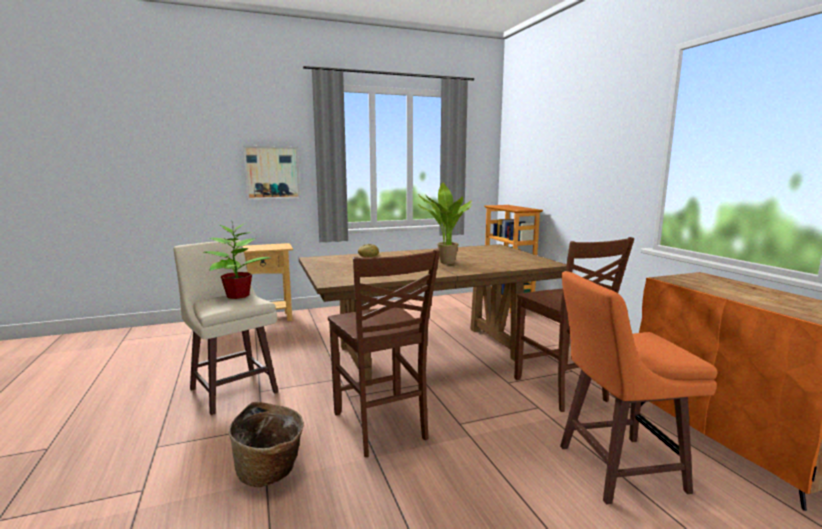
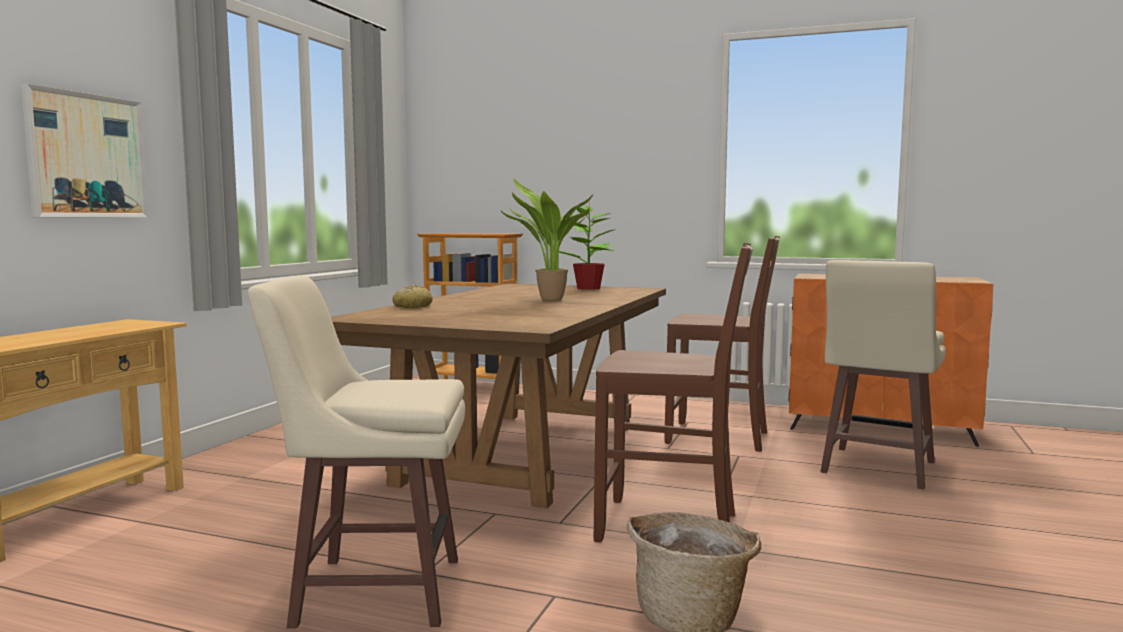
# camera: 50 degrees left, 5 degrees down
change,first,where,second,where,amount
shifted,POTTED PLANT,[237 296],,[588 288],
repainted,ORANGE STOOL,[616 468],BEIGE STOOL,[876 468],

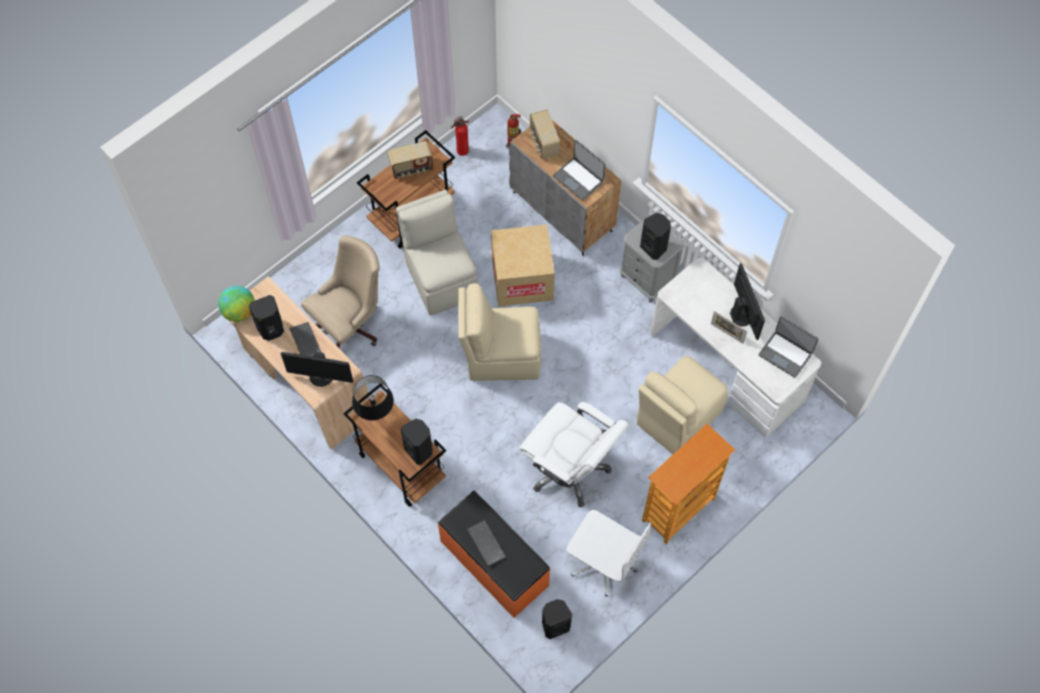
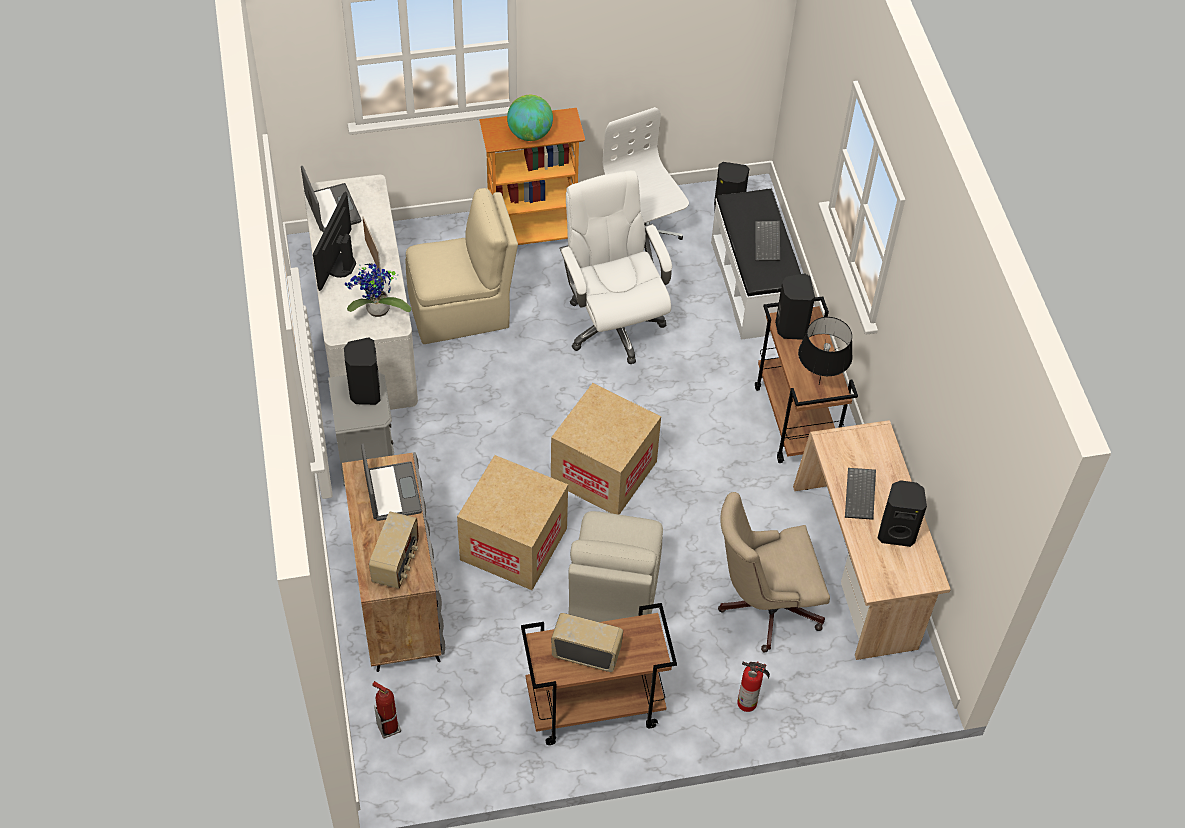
# camera: 150 degrees left, 10 degrees down
change,first,where,second,where,amount
new,,,POTTED PLANT,[376 312],
shifted,GLOBE,[239 312],,[530 134],
swapped,BEIGE CHAIR,[501 356],CARDBOARD BOX,[604 472],
repainted,ORANGE BENCH,[493 564],WHITE BENCH,[754 286],
shifted,FIRE EXTINGUISHER,[461 150],,[748 703],
gone,MONITOR,[321 376],,,

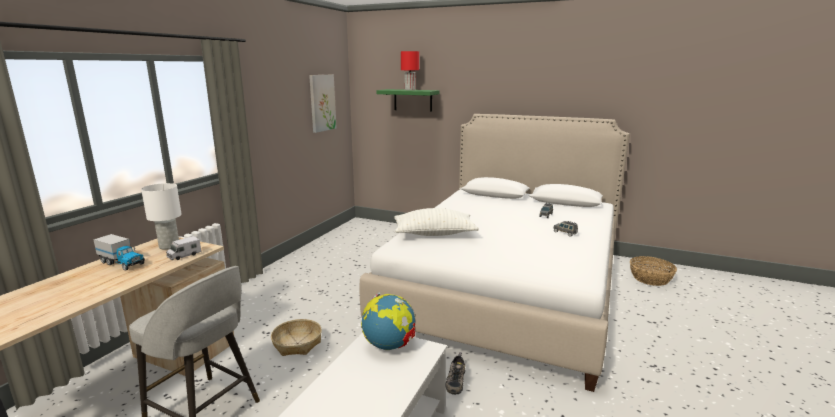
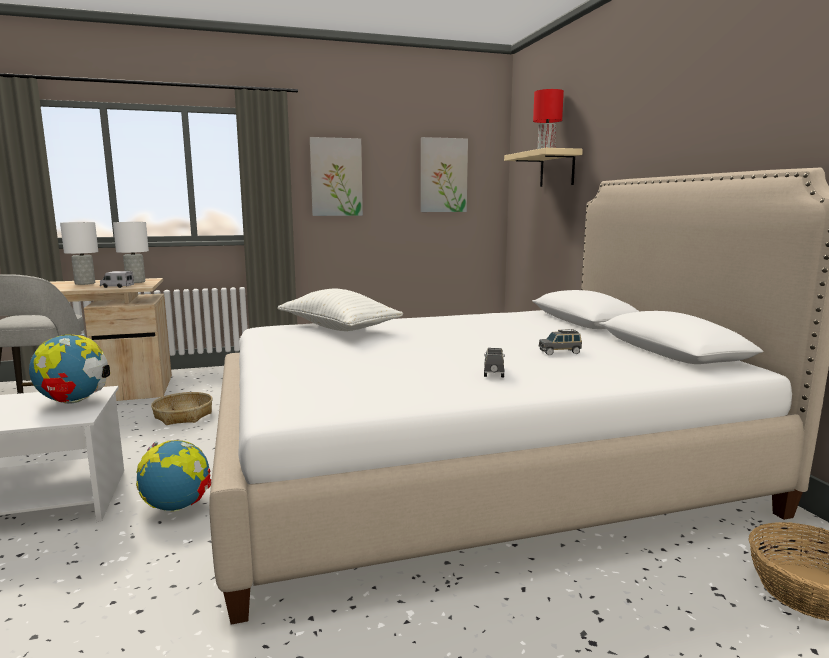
# camera: 50 degrees right, 5 degrees down
change,first,where,second,where,amount
swapped,TOY TRUCK,[122 263],WHITE TABLE LAMP,[85 283],
swapped,SHOE,[455 380],GLOBE,[177 507],
new,,,PICTURE,[336 177],
repainted,GREEN SHELF,[413 100],BEIGE SHELF,[557 169],

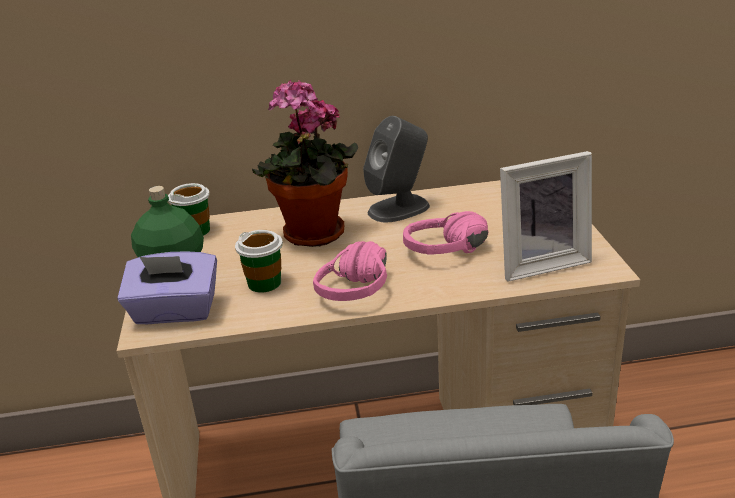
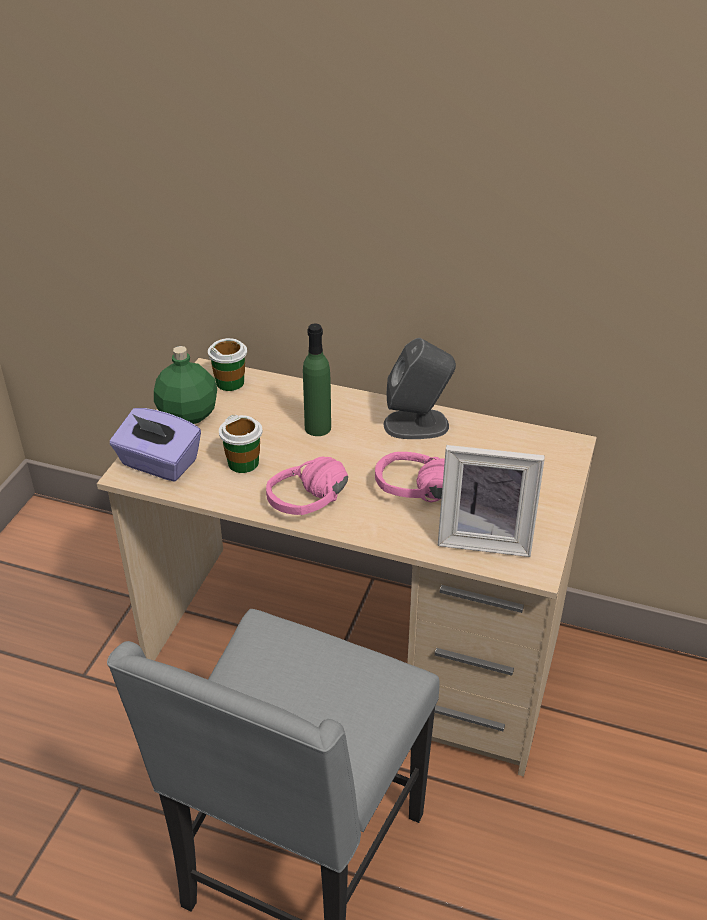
# camera: 25 degrees right, 10 degrees up
change,first,where,second,where,amount
swapped,POTTED PLANT,[312 237],GREEN BOTTLE,[318 428],

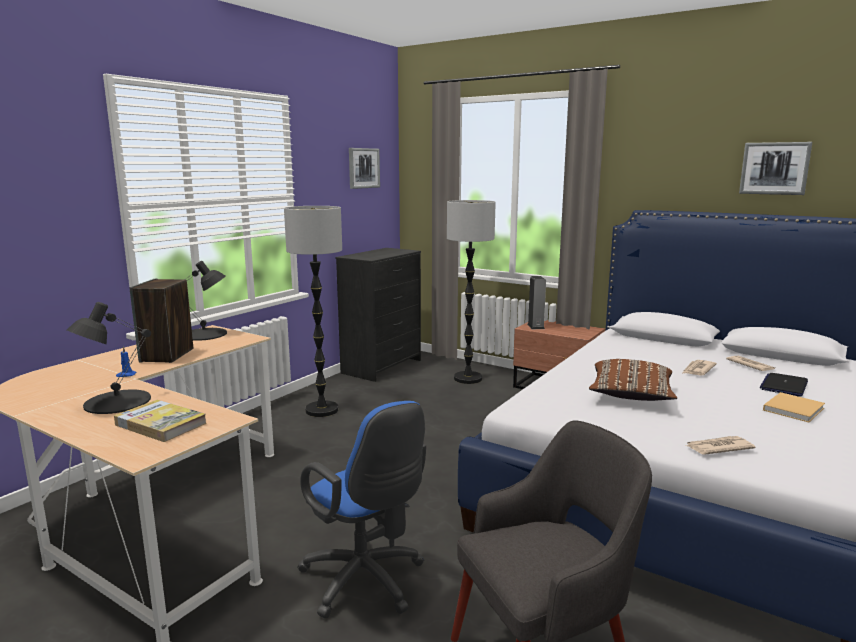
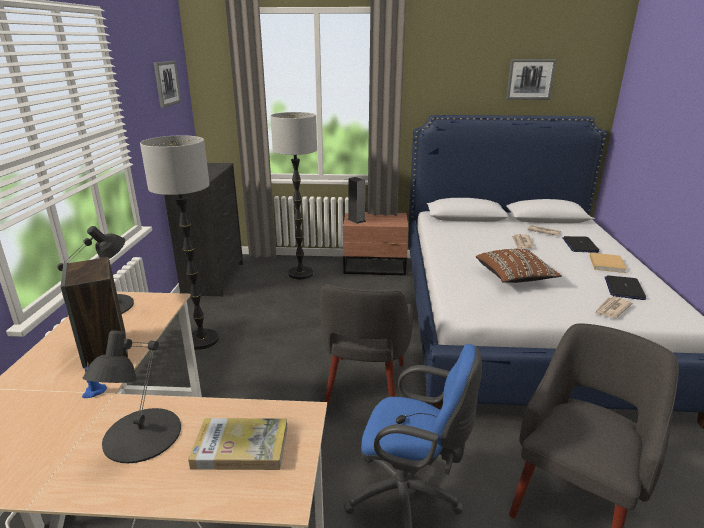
# camera: 30 degrees left, 10 degrees up
change,first,where,second,where,amount
new,,,GREY ARMCHAIR,[365 385],
new,,,LAPTOP,[624 288],

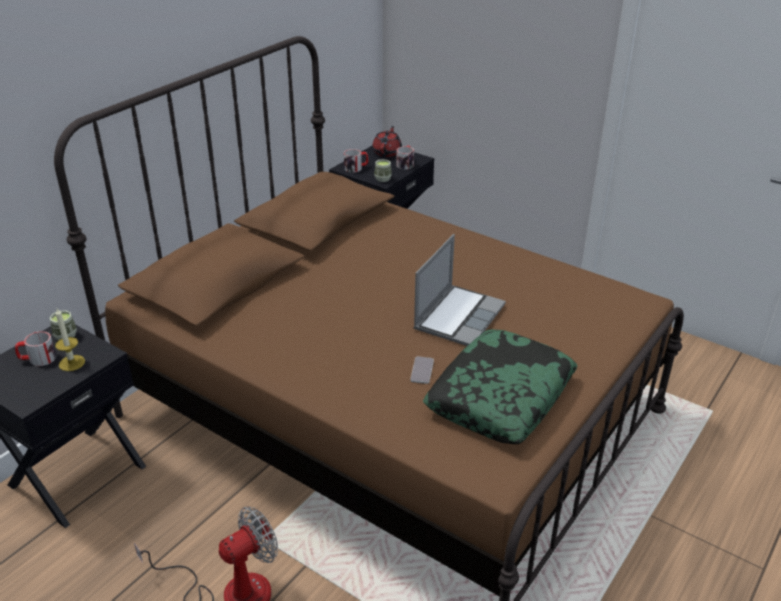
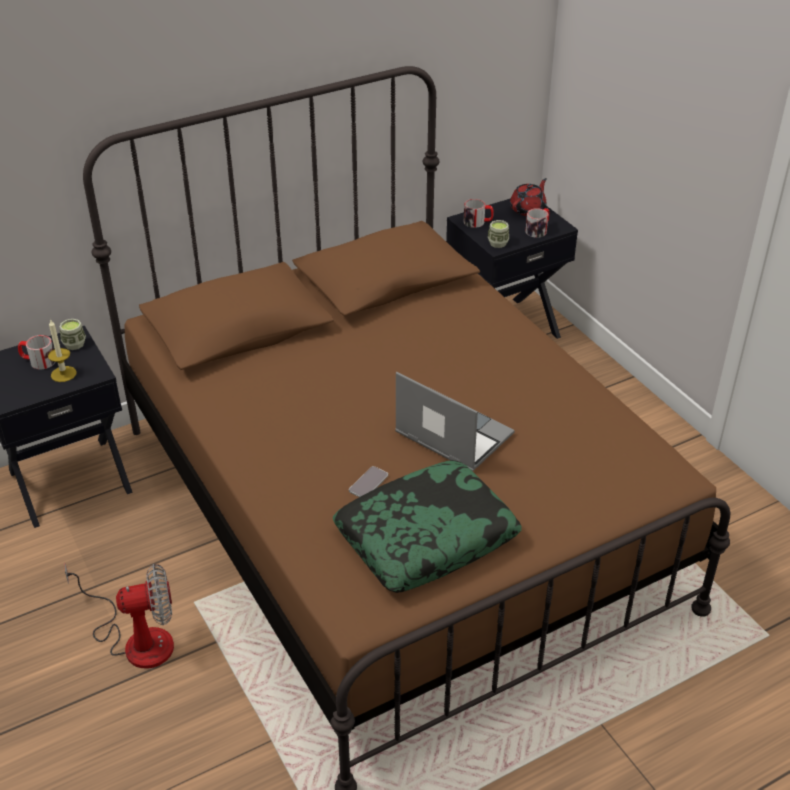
# camera: 25 degrees right, 5 degrees up
change,first,where,second,where,amount
rotated,LAPTOP,[459 316],,[451 434],105 degrees counterclockwise

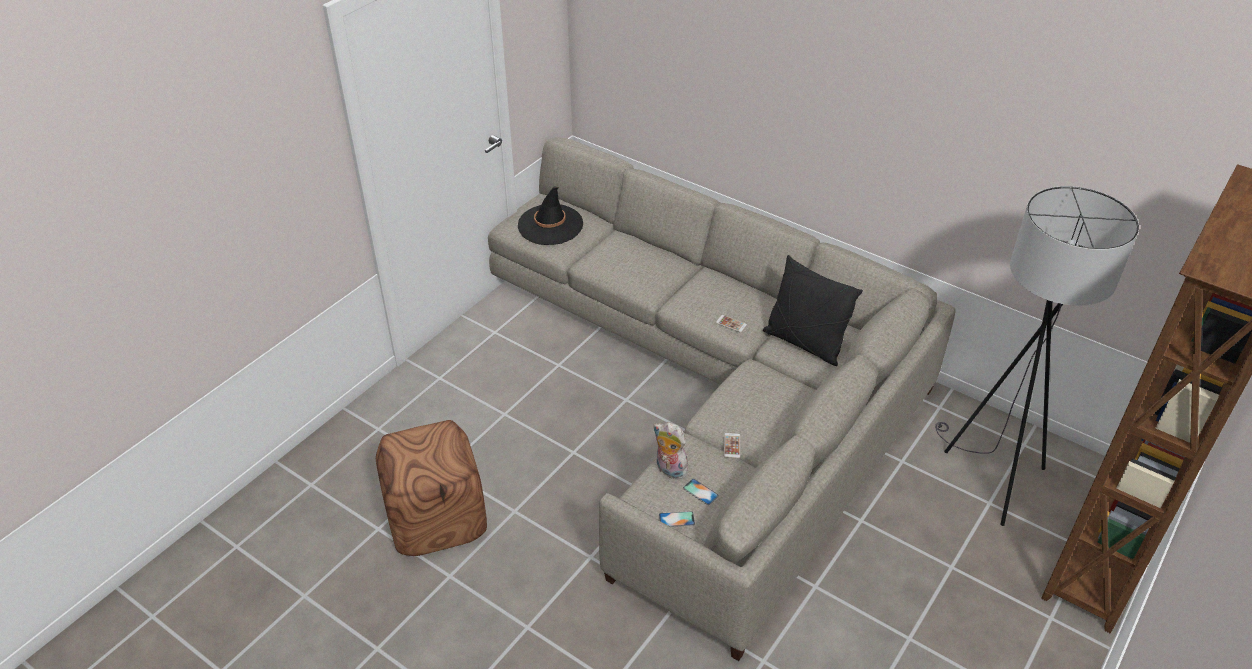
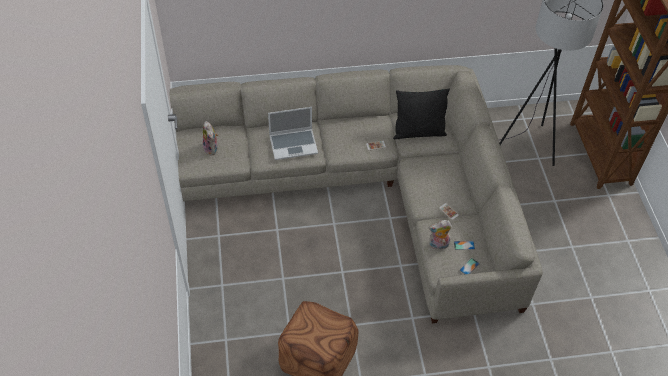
# camera: 45 degrees left, 10 degrees up
change,first,where,second,where,amount
swapped,BLACK HAT,[550 225],PLUSH TOY,[212 149],
new,,,LAPTOP,[294 144],

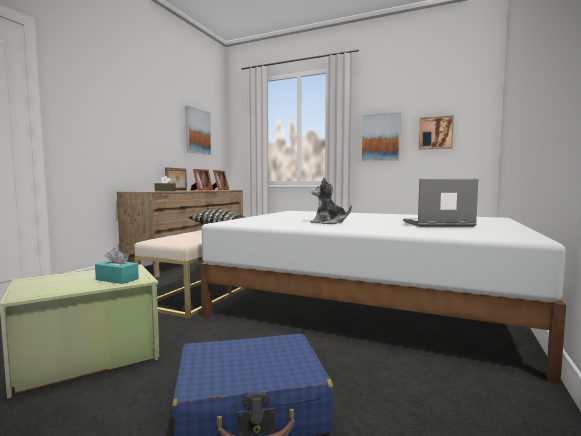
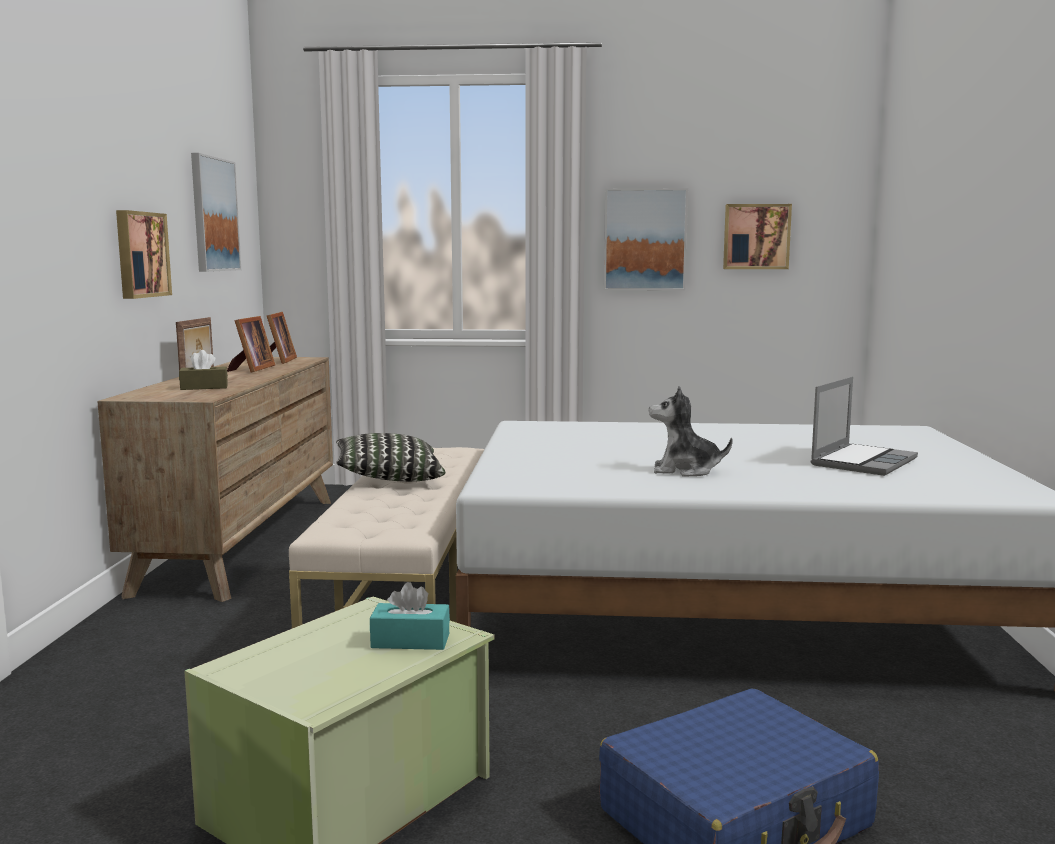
# camera: 20 degrees left, 5 degrees up
change,first,where,second,where,amount
new,,,PICTURE,[140 254],
rotated,LAPTOP,[437 224],,[862 461],150 degrees clockwise

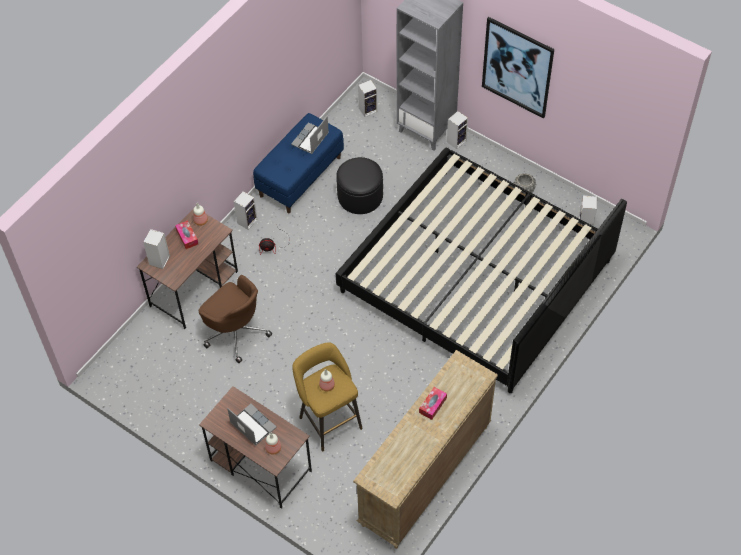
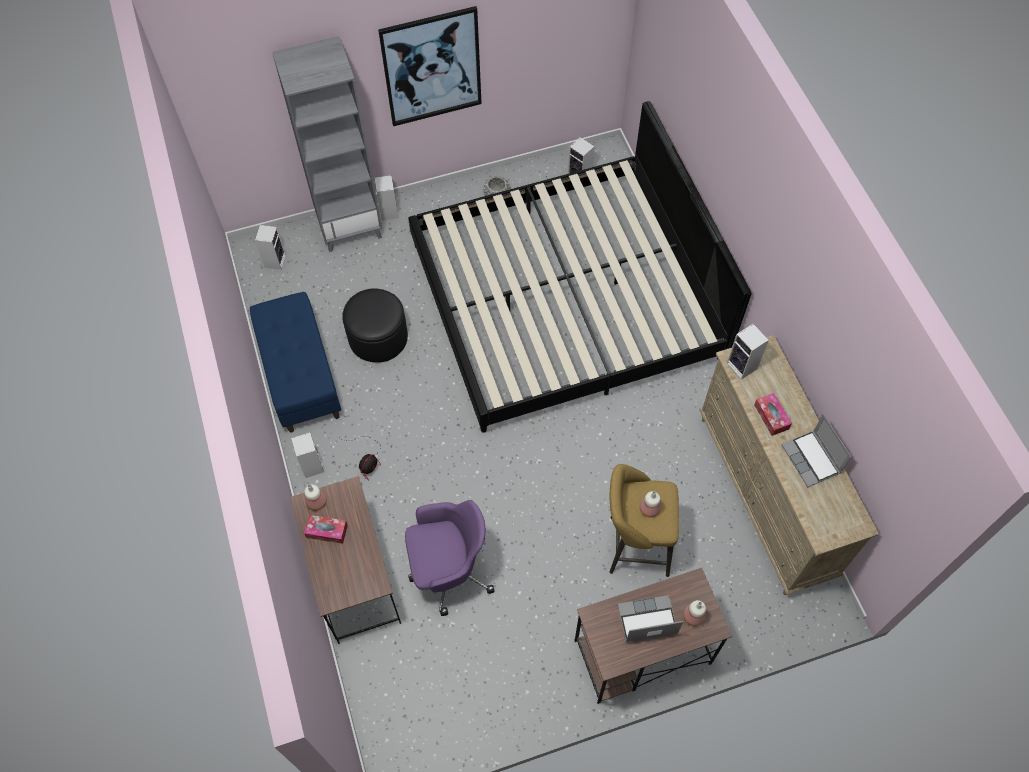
# camera: 55 degrees left, 5 degrees up
change,first,where,second,where,amount
repainted,BROWN OFFICE CHAIR,[235 331],PURPLE OFFICE CHAIR,[448 570],
shifted,SPEAKER,[159 261],,[743 366],
shifted,LAPTOP,[310 139],,[812 459],

